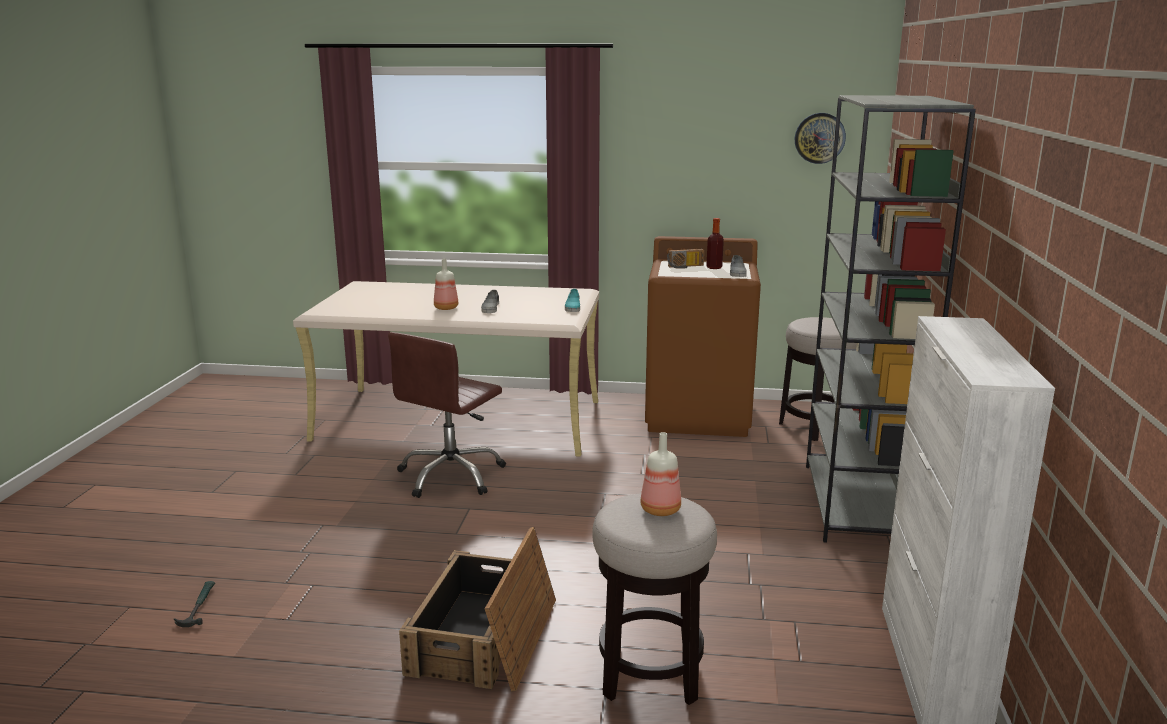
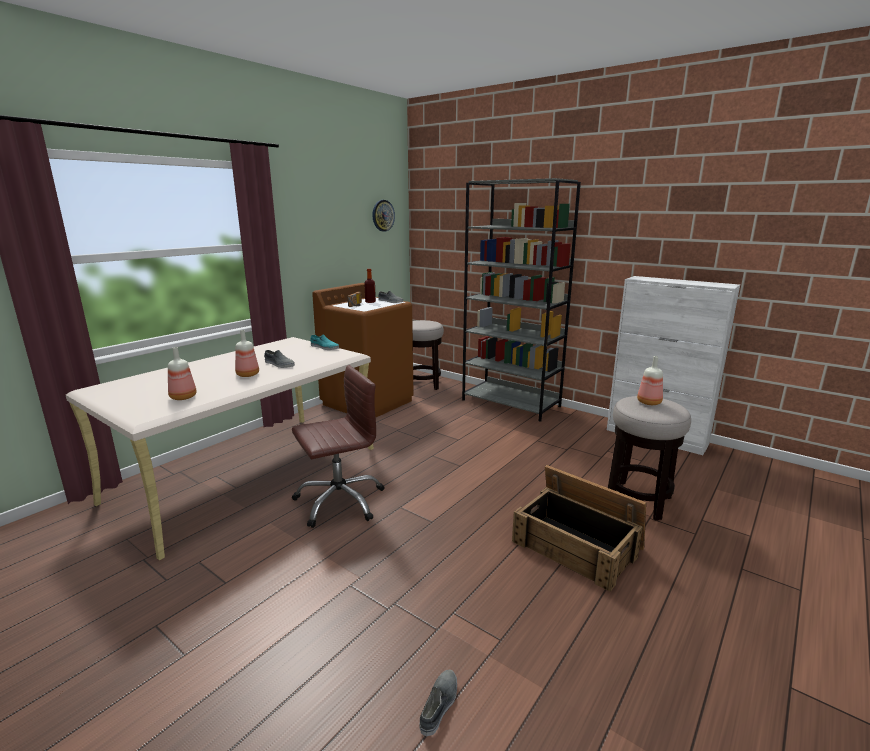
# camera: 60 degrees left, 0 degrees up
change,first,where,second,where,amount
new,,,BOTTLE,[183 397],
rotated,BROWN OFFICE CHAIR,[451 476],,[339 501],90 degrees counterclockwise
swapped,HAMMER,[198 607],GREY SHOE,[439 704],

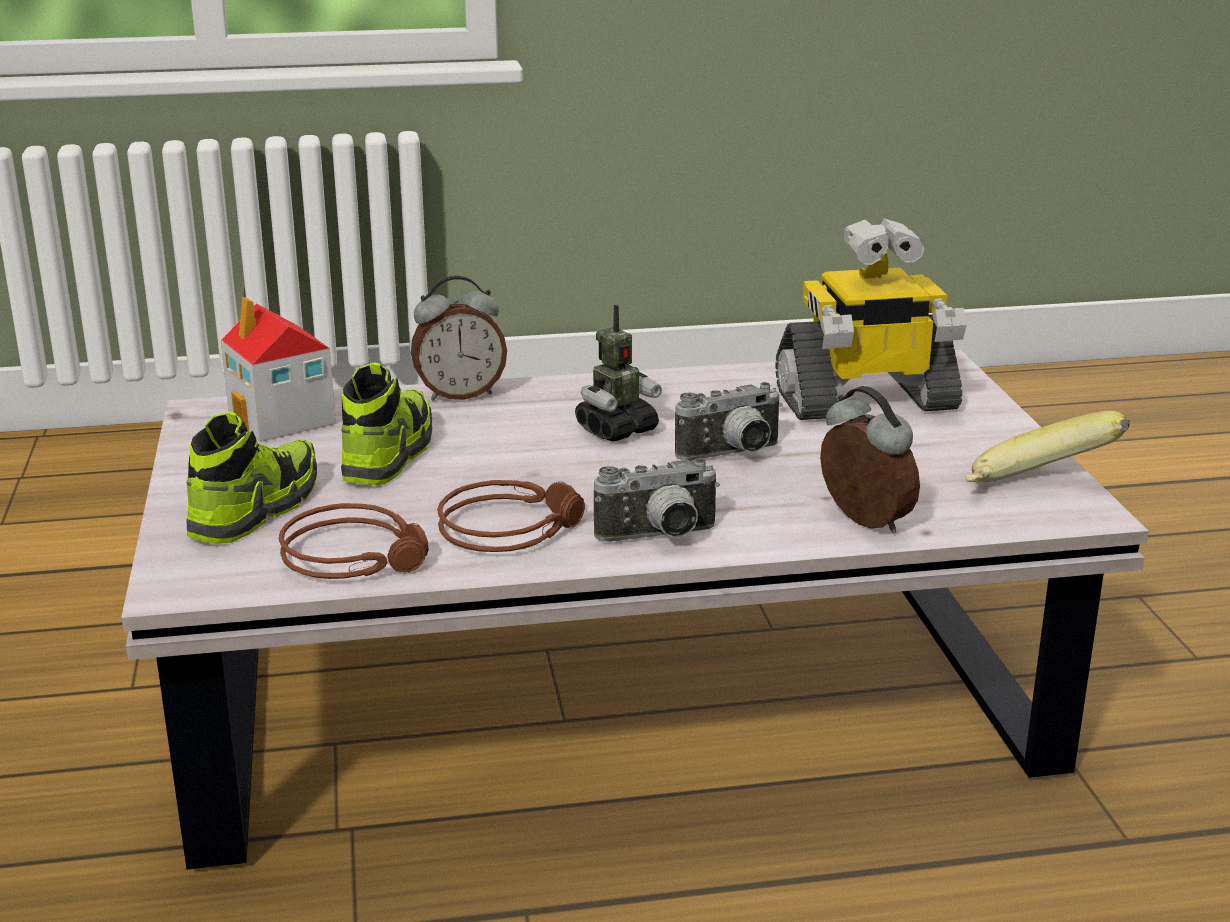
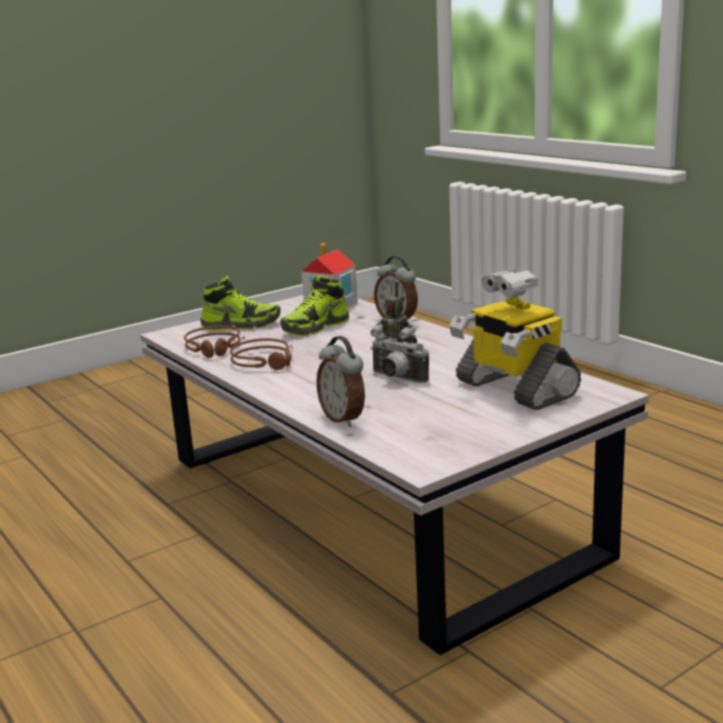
# camera: 65 degrees right, 5 degrees down
change,first,where,second,where,amount
rotated,SHOE,[388 454],,[316 327],150 degrees clockwise
rotated,ALARM CLOCK,[862 523],,[344 419],120 degrees clockwise
gone,PHOTO CAMERA,[660 538],,,
gone,BANANA,[1037 490],,,

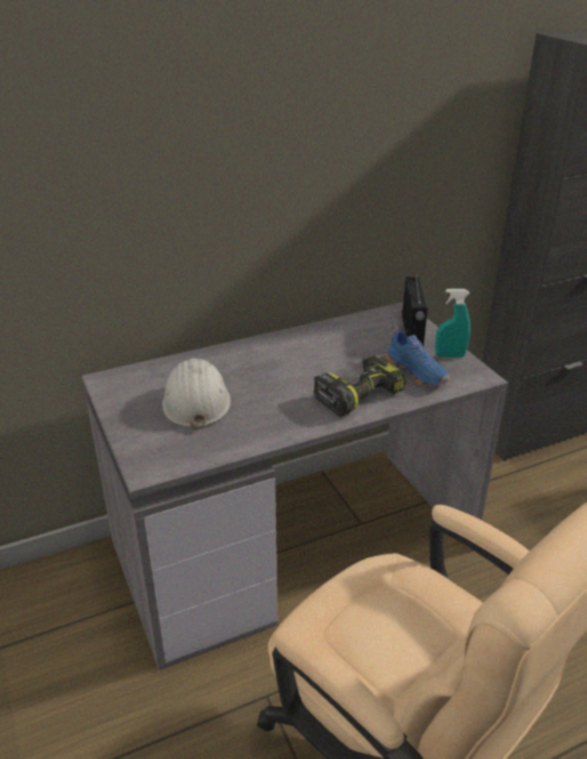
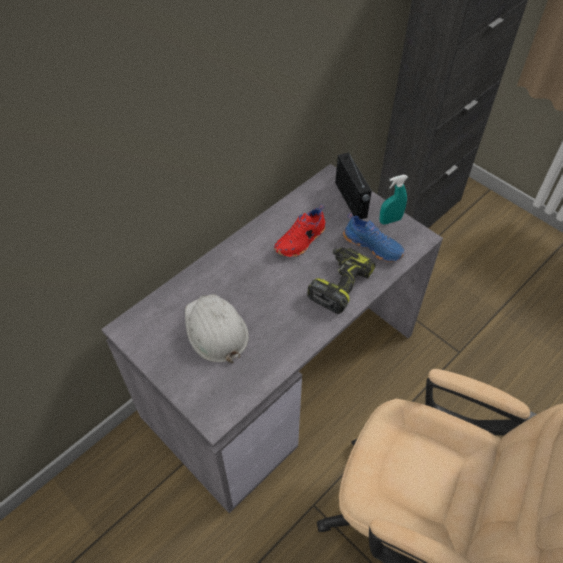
# camera: 20 degrees left, 20 degrees up
change,first,where,second,where,amount
new,,,RED SHOE,[301 241],

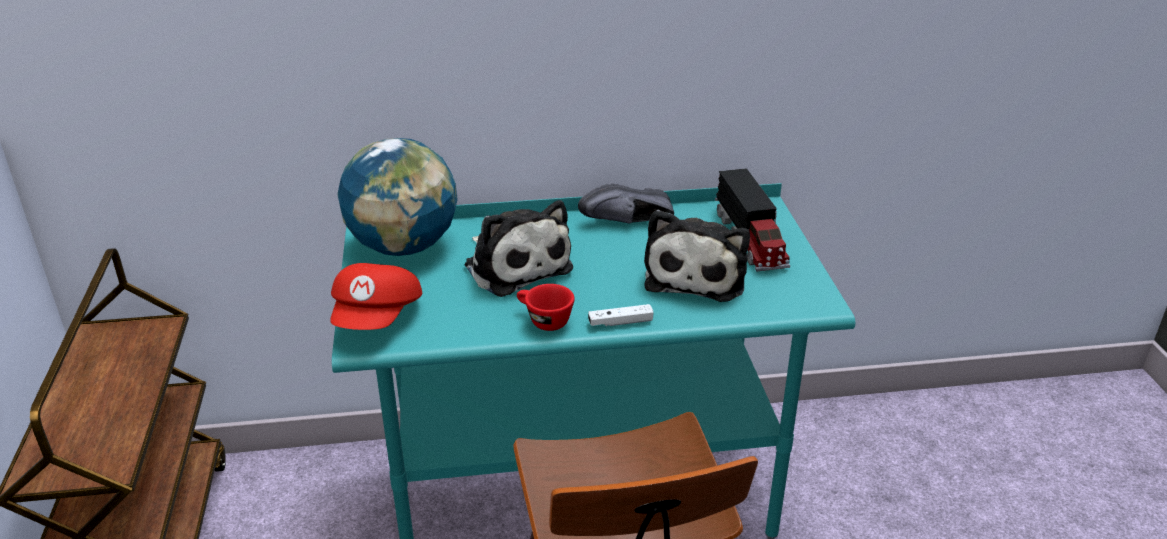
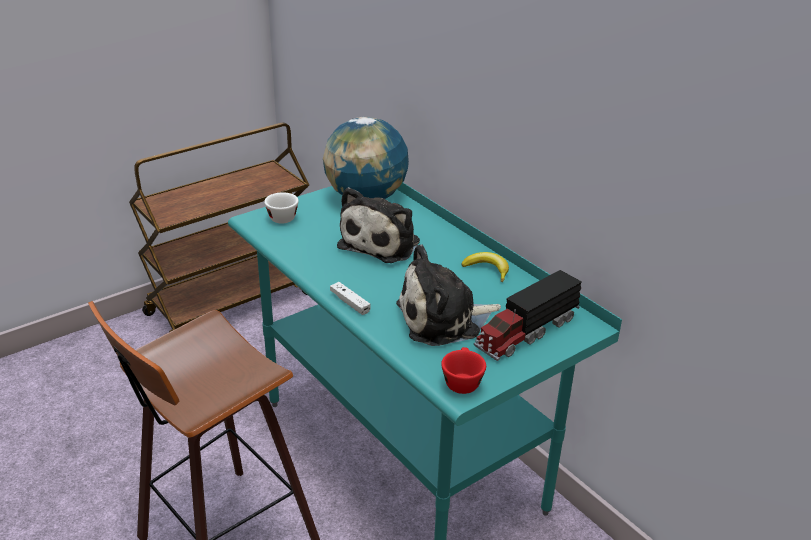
# camera: 60 degrees right, 0 degrees up
change,first,where,second,where,amount
swapped,RED CAP,[378 318],WHITE CUP,[281 216],
shifted,RED CUP,[543 320],,[461 381],
swapped,BLACK SHOE,[629 223],BANANA,[487 270],

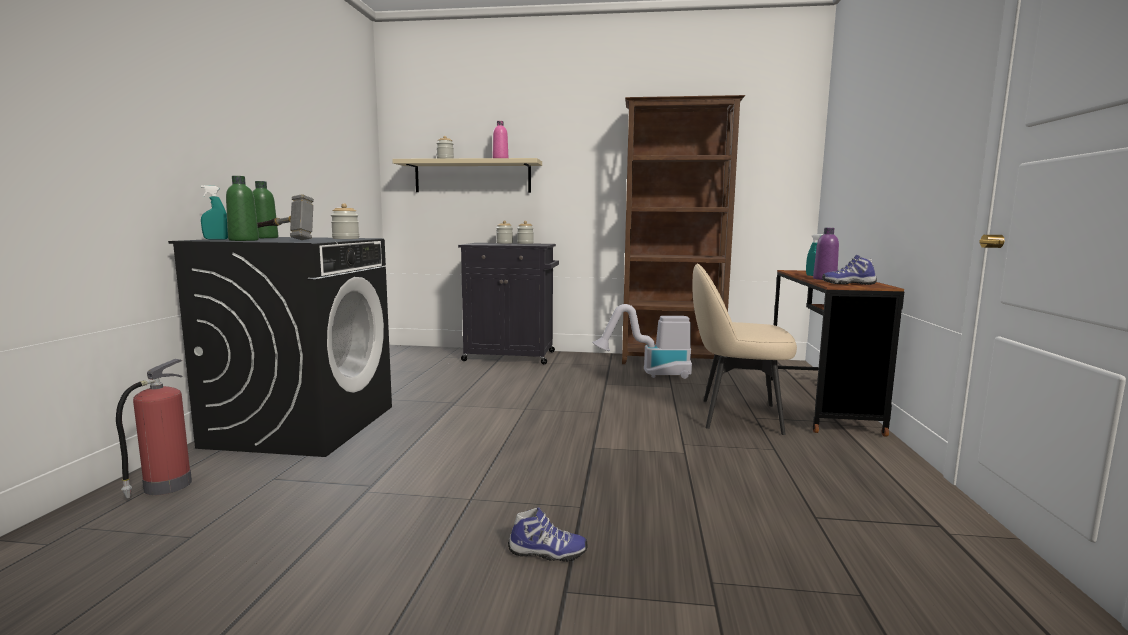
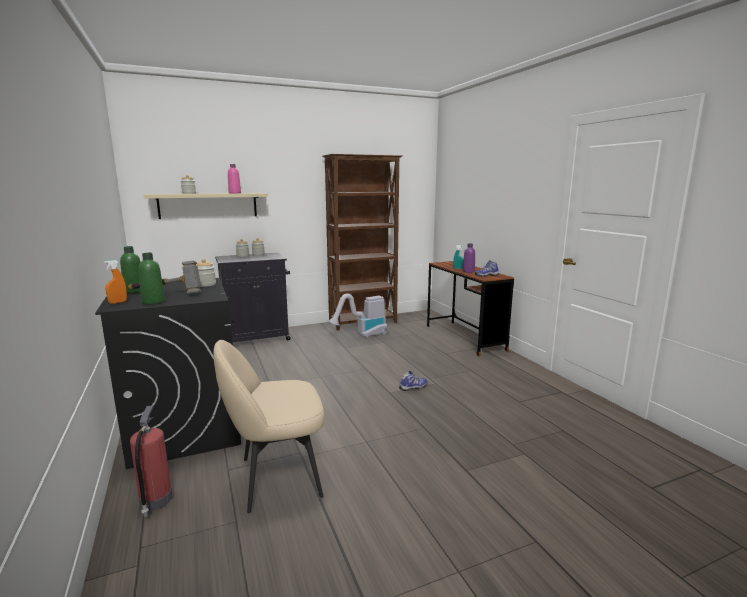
# camera: 30 degrees left, 5 degrees up
change,first,where,second,where,amount
repainted,TURQUOISE SPRAY BOTTLE,[216 239],ORANGE SPRAY BOTTLE,[118 302],
shifted,BEIGE CHAIR,[737 416],,[277 477],
shifted,SHOE,[547 553],,[413 387],

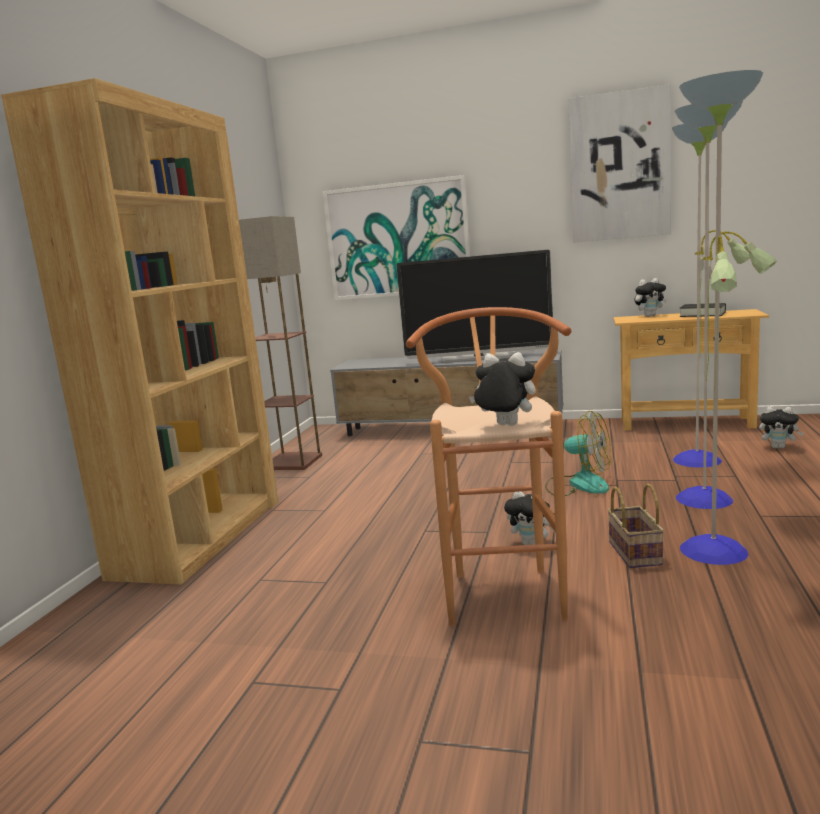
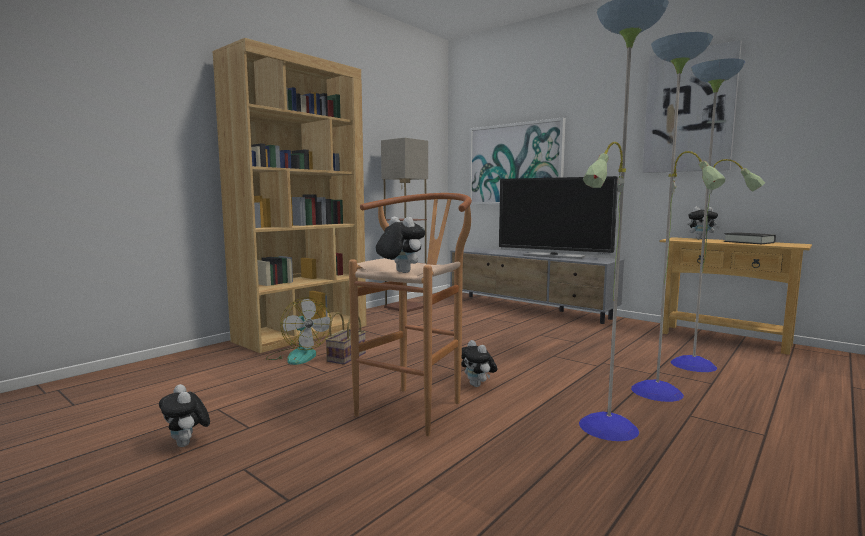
# camera: 25 degrees right, 5 degrees down
change,first,where,second,where,amount
shifted,PLUSH TOY,[779 447],,[187 444],
shifted,FAN,[578 484],,[298 355],
shifted,BASKET,[633 552],,[346 357],

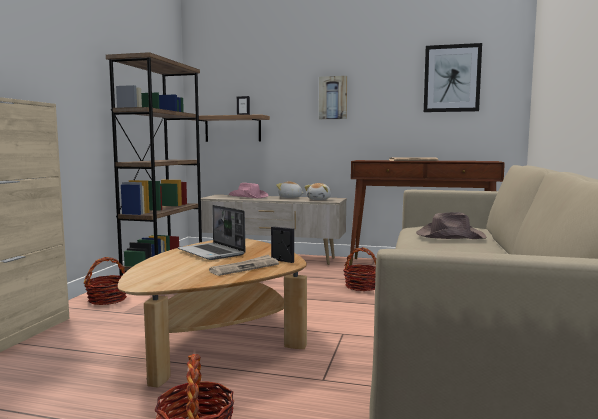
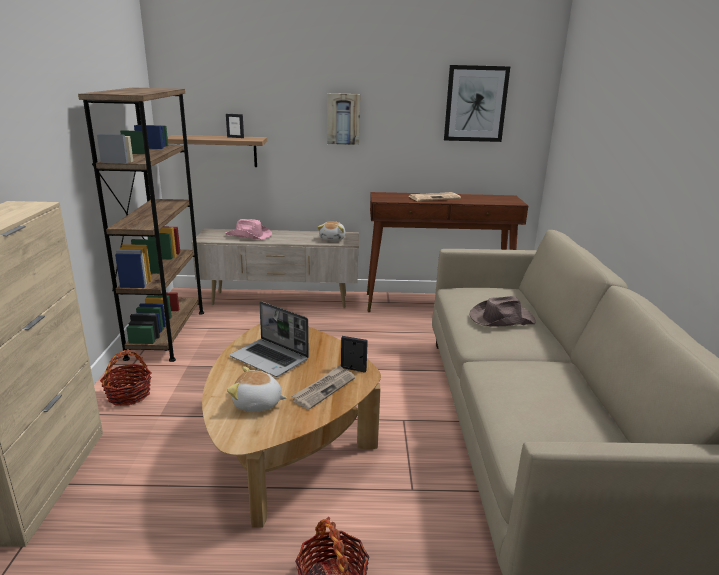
# camera: 15 degrees left, 15 degrees up
change,first,where,second,where,amount
shifted,PLUSH TOY,[290 197],,[257 404],
gone,BASKET,[362 286],,,

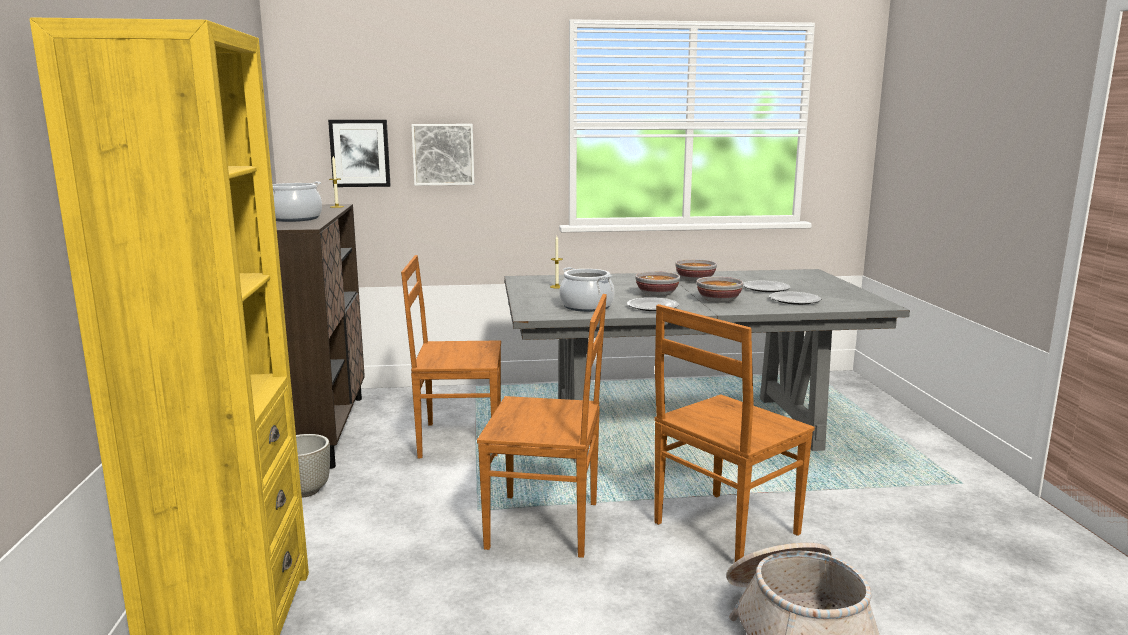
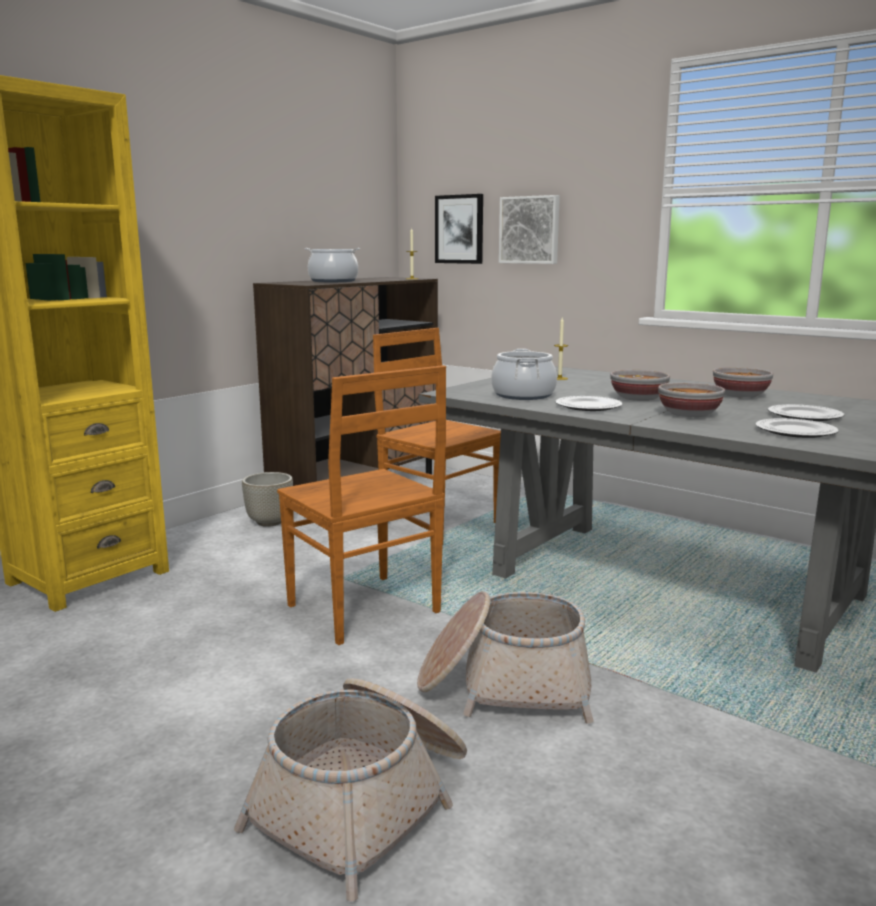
# camera: 45 degrees right, 0 degrees up
change,first,where,second,where,amount
swapped,BROWN CHAIR,[723 529],BASKET,[504 685],

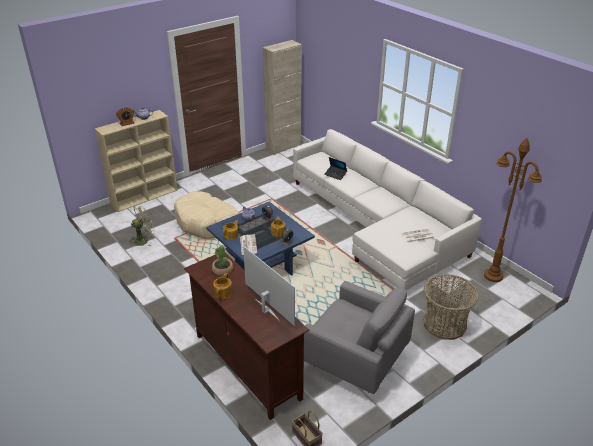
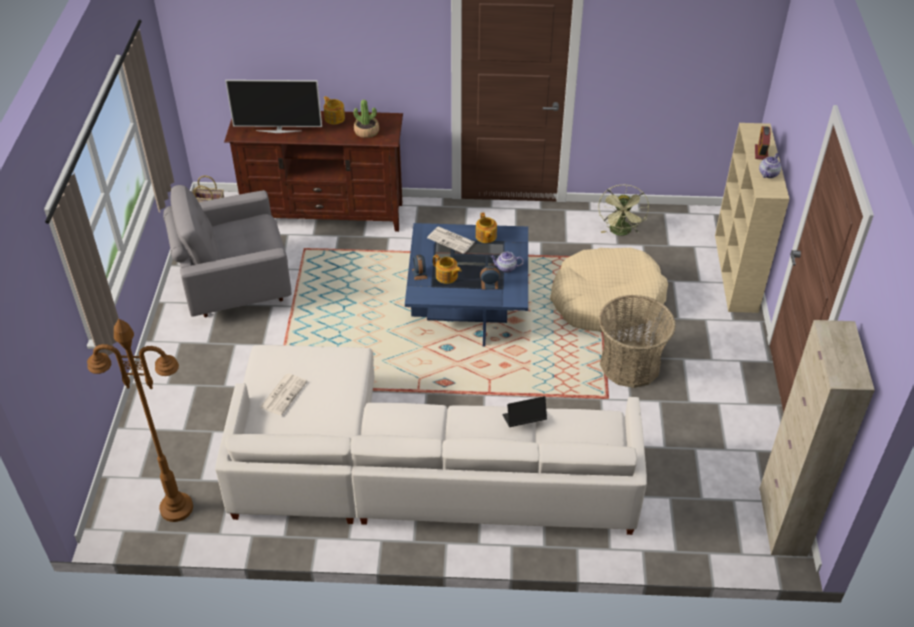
# camera: 130 degrees right, 10 degrees up
change,first,where,second,where,amount
shifted,BASKET,[444 324],,[629 364],

